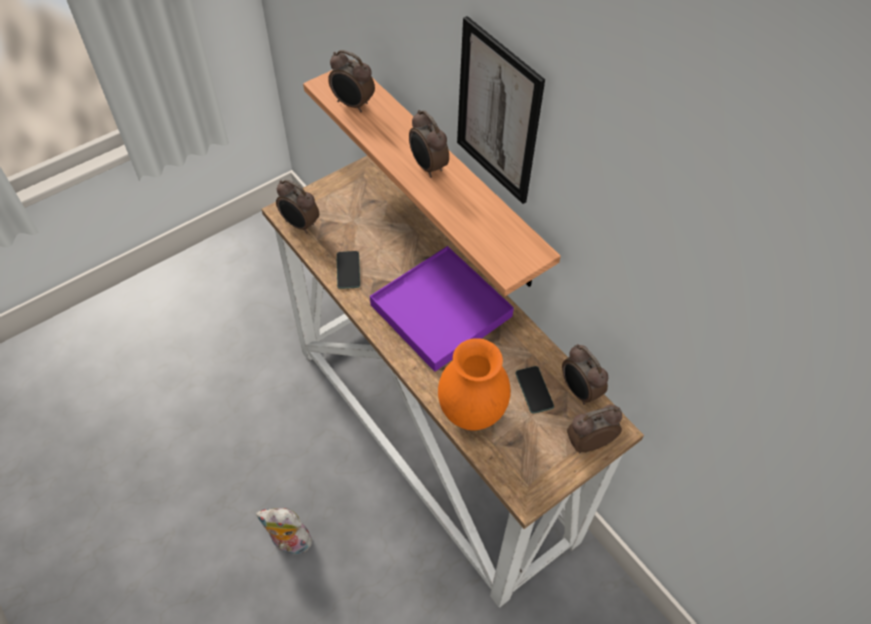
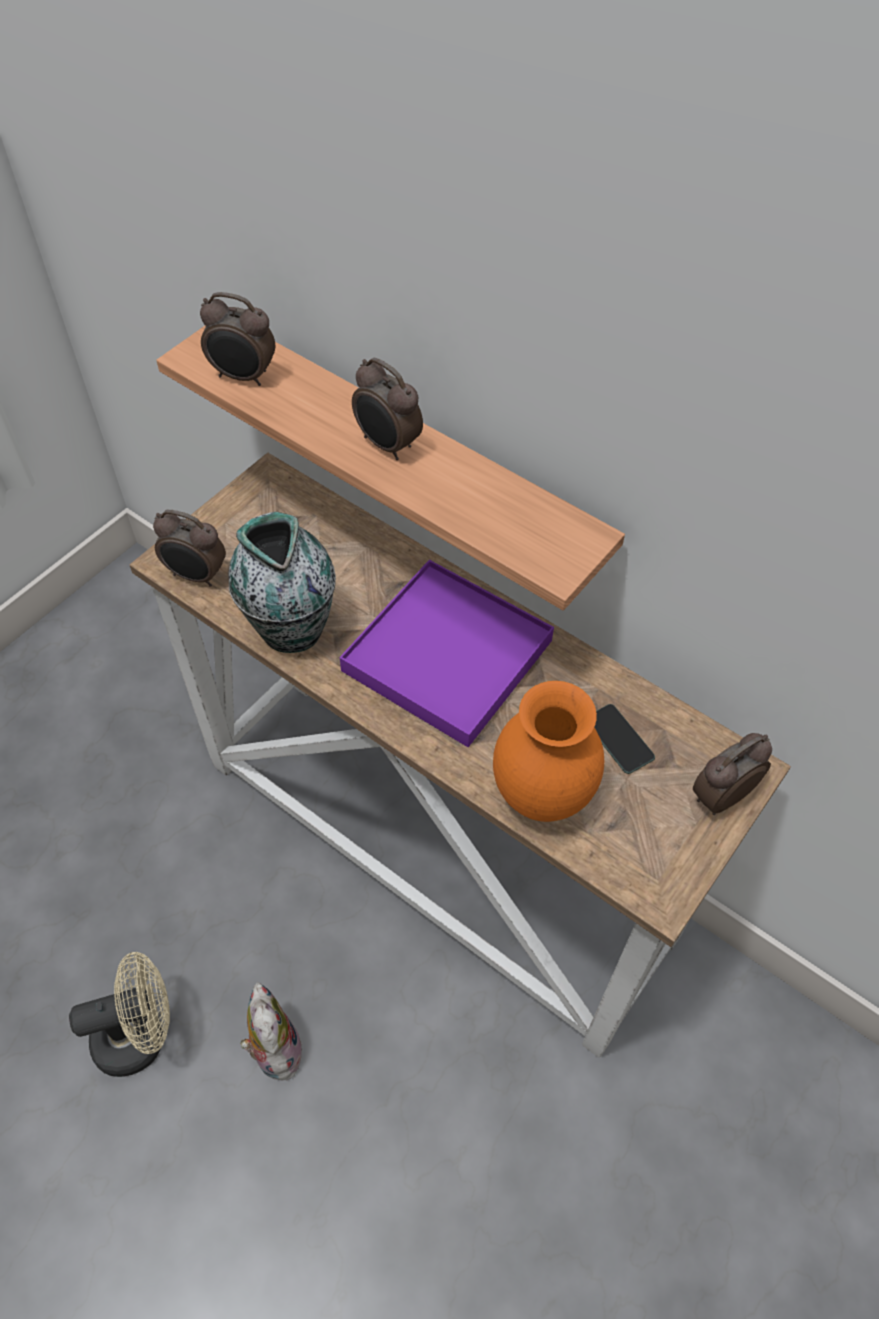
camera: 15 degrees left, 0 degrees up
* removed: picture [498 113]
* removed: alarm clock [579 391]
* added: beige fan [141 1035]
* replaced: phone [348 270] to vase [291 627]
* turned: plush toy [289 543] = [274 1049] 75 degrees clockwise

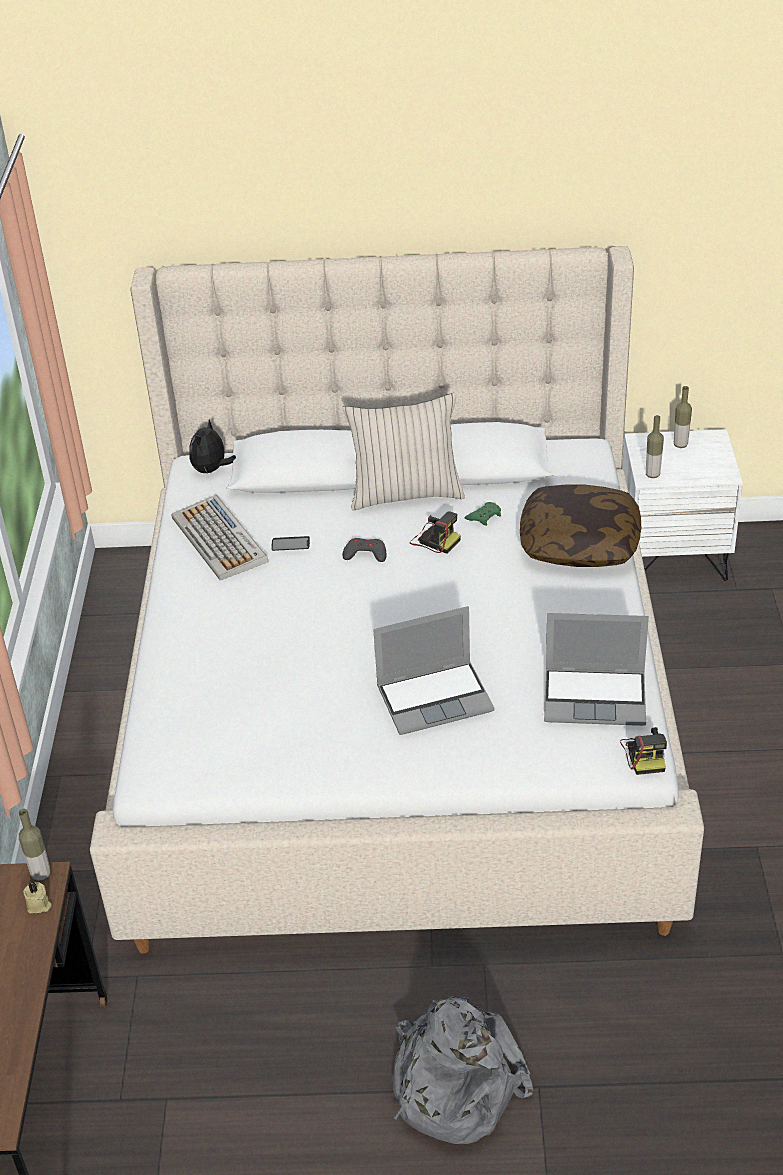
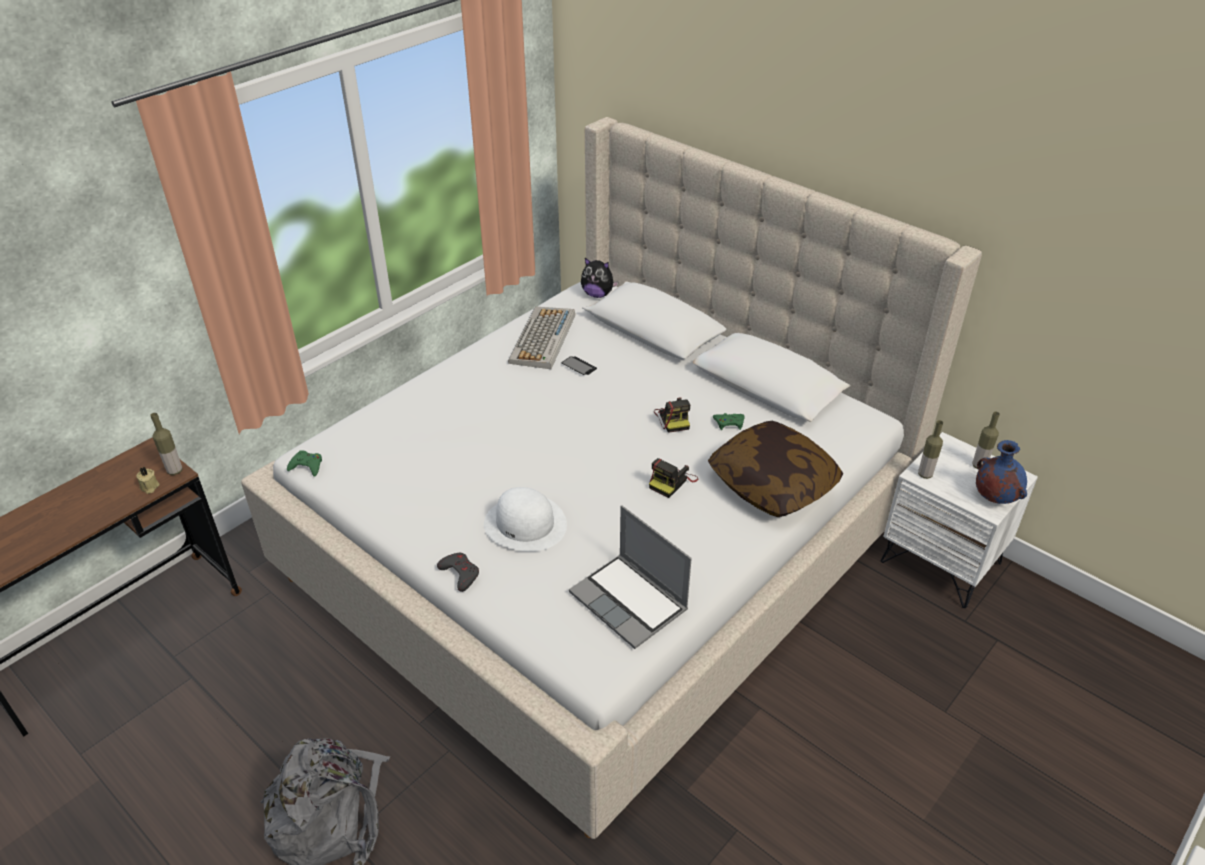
camera: 40 degrees right, 0 degrees up
* removed: beige pillow [406 494]
* added: green game controller [307 466]
* added: blue vase [994 497]
* moved: grey game controller [365 553] to [460 573]
* moved: photo camera [645 754] to [672 481]
* replaced: laptop [435 698] to white hat [525 524]
* turned: plush toy [211 470] = [598 294] 135 degrees counterclockwise

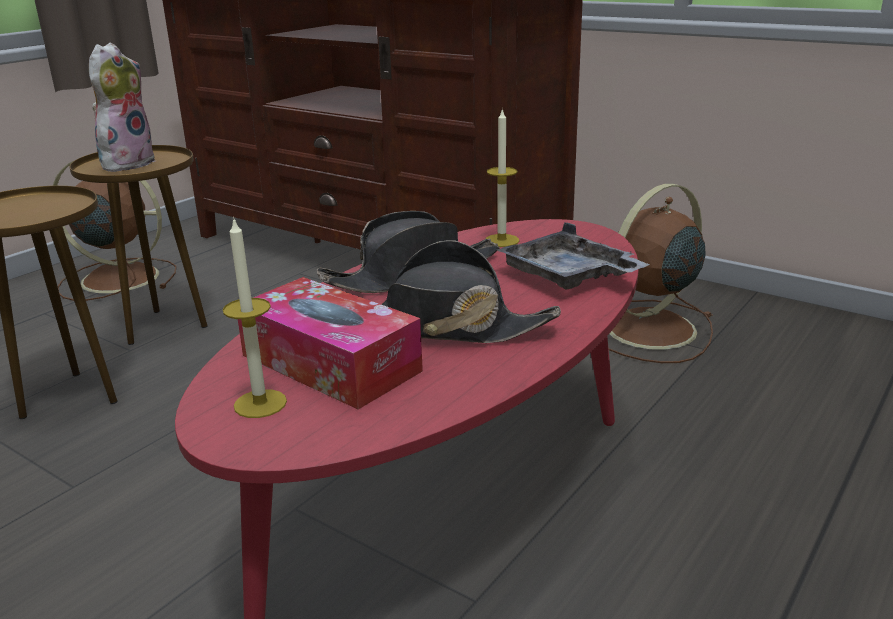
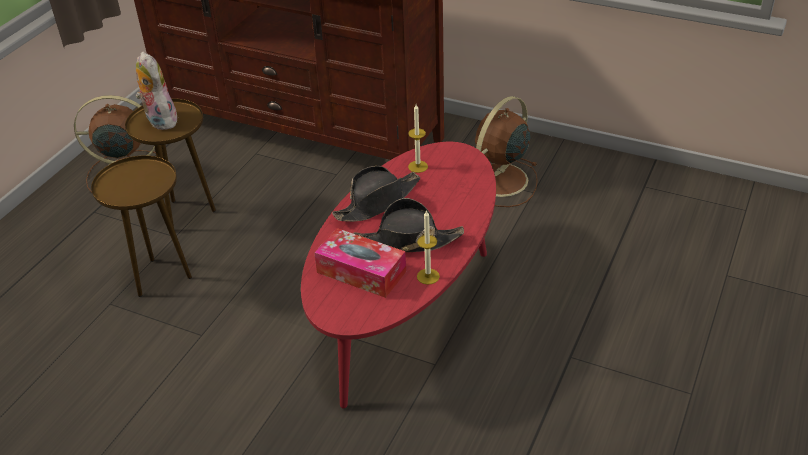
camera: 10 degrees left, 15 degrees up
* removed: grey tray [568 276]
* moved: candle [260 403] to [428 276]
* turned: plush toy [127 163] = [159 120] 45 degrees counterclockwise

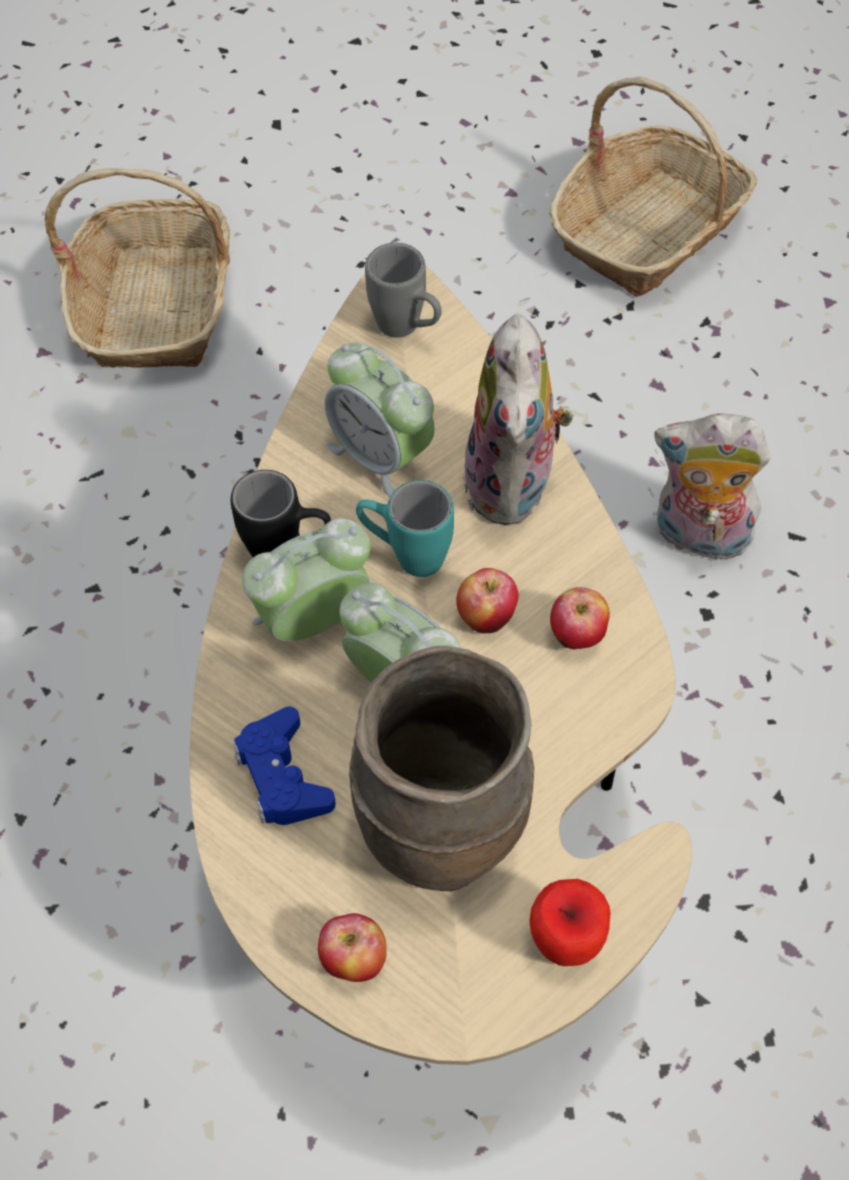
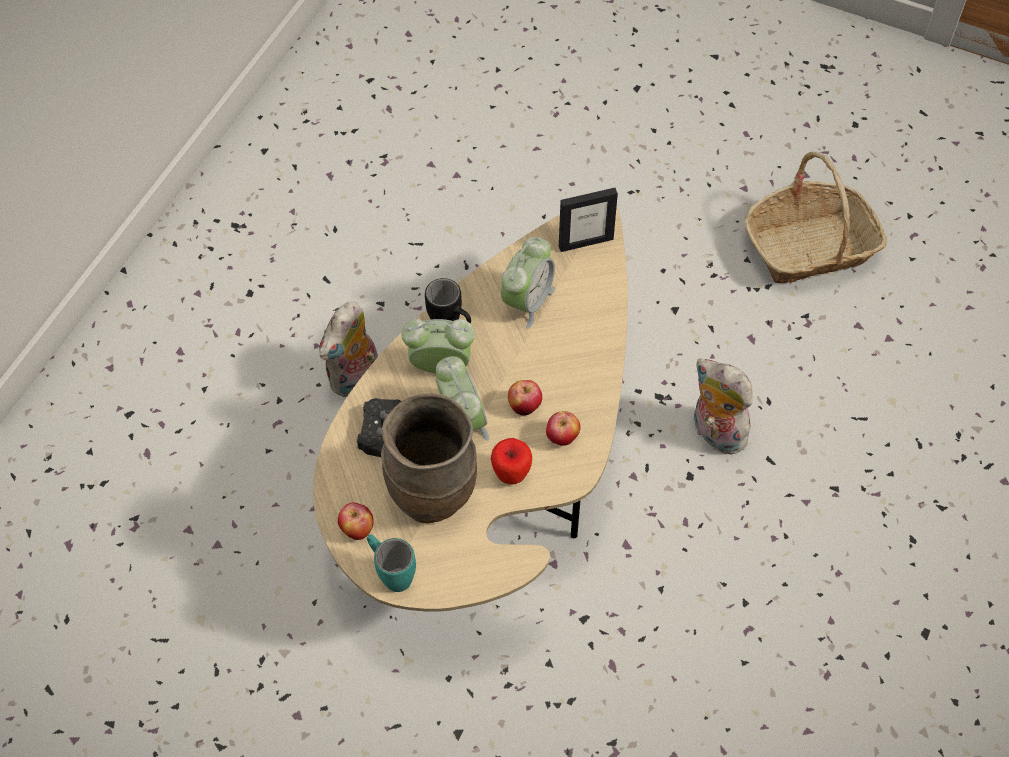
camera: 30 degrees right, 0 degrees up
* removed: basket [156 305]
* moved: turquoise mug [405 555] to [391 573]
* moved: plush toy [514 485] to [355 378]
* moved: apple [566 942] to [511 474]
* replaced: grey mug [408 330] to picture frame [585 242]
* recoloured: blue game controller [283 776] to black game controller [380 431]
* turned: alarm clock [381 456] = [527 301] 135 degrees counterclockwise

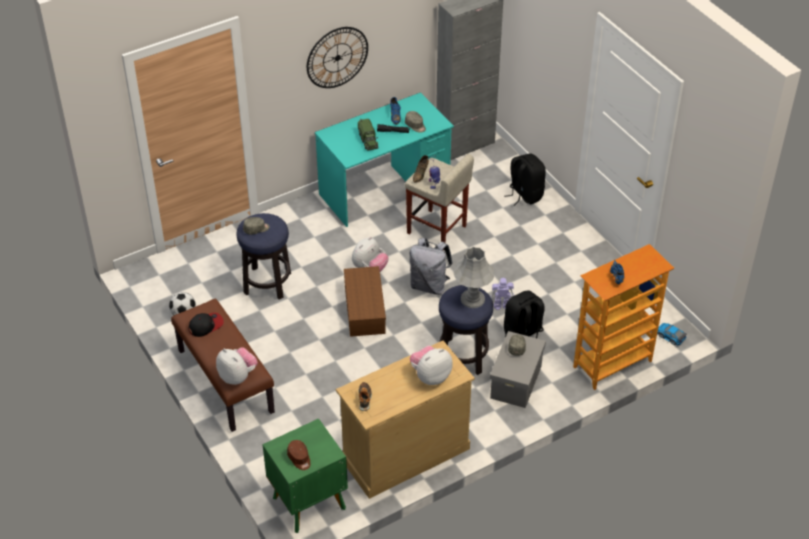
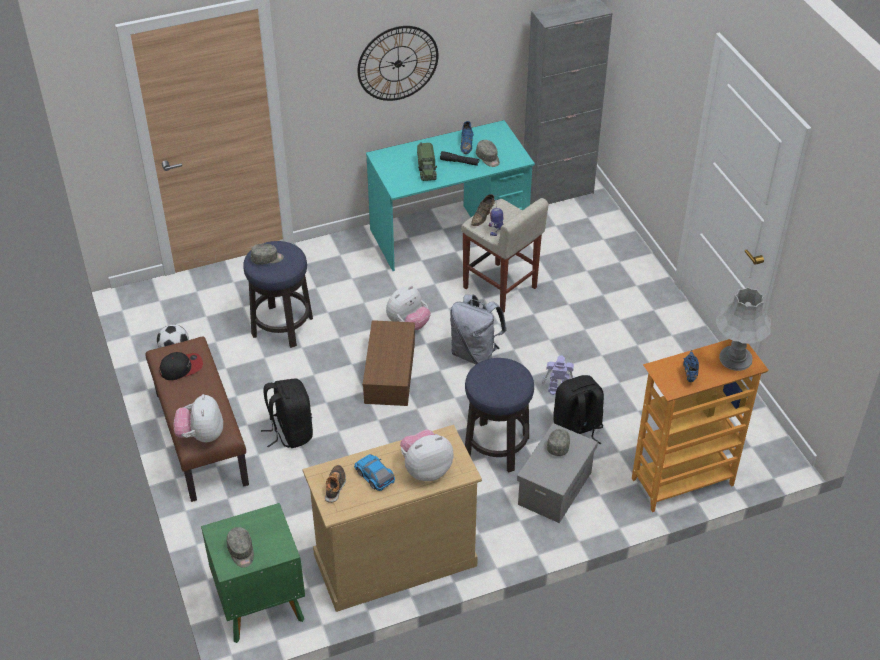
camera: 10 degrees right, 0 degrees up
* moved: grey table lamp [472 299] to [735 359]
* moved: black backpack [524 195] to [290 432]
* moved: toy car [669 336] to [374 475]
* recoloured: brown cap [299 458] to grey cap [241 551]
* turned: plush toy [238 376] = [201 435] 150 degrees counterclockwise

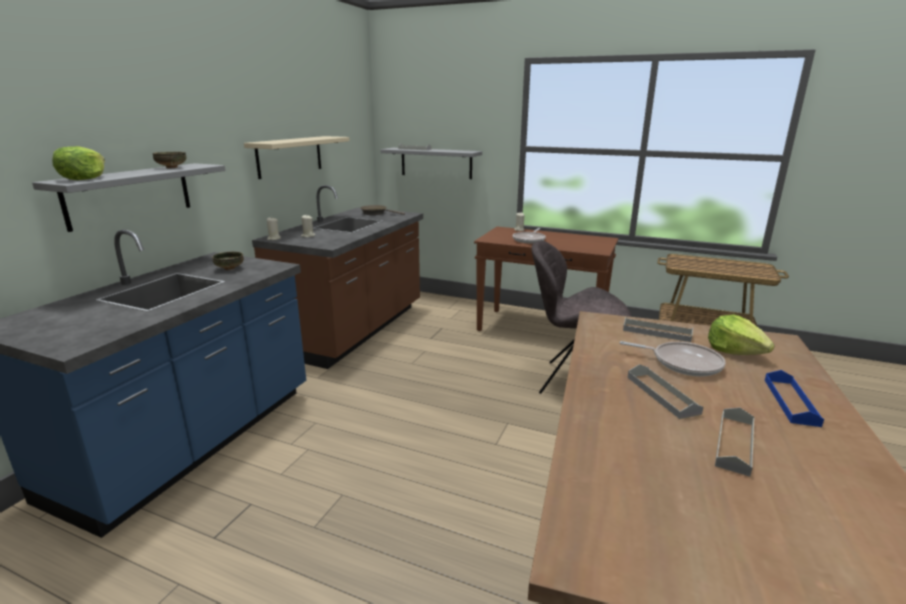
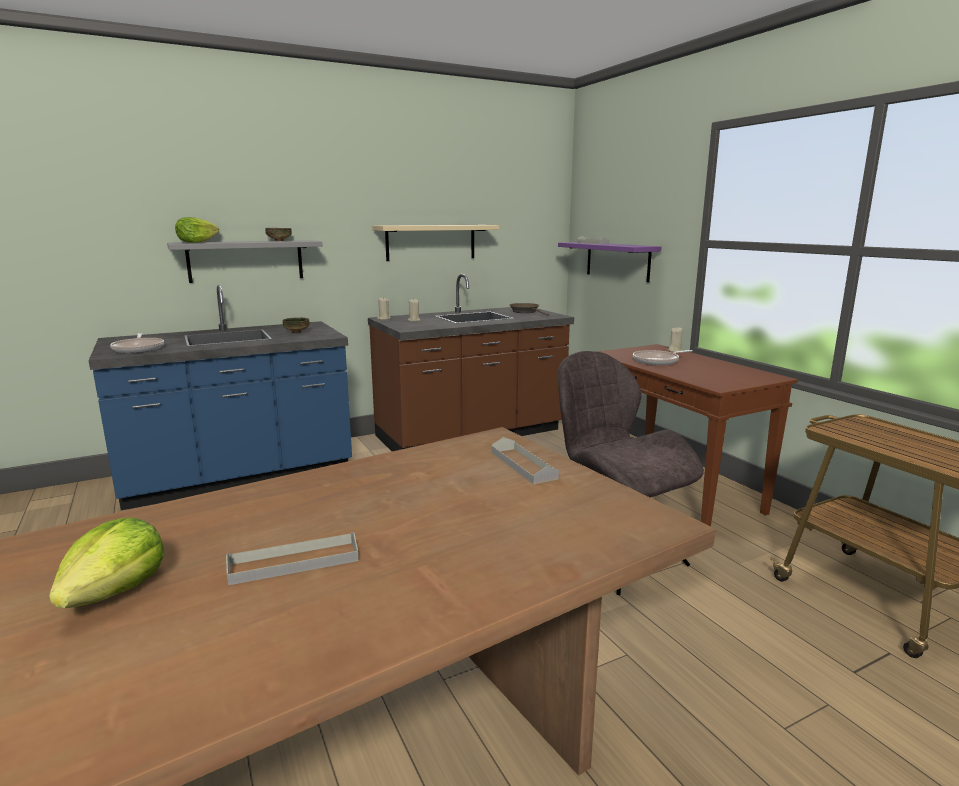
camera: 40 degrees right, 5 degrees down
* removed: grey tray [662 395]
* removed: blue tray [790 401]
* moved: frying pan [682 363] to [139 348]
* moved: lettuce [734 351] to [116 591]
* recoloured: grey shelf [436 163] to purple shelf [617 261]

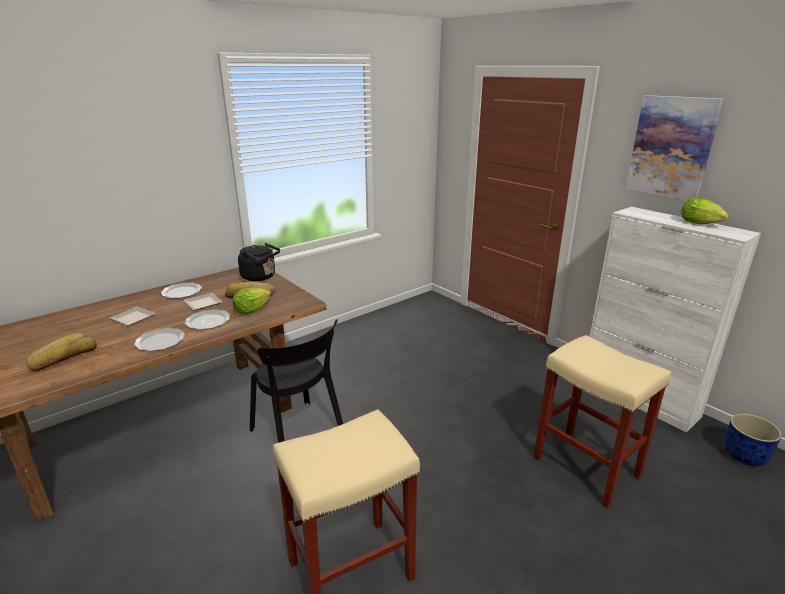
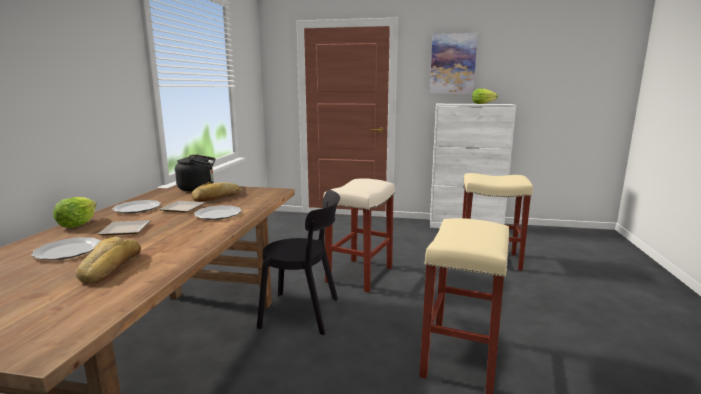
camera: 40 degrees left, 10 degrees down
* removed: blue planter [745 456]
* added: beige stool [360 274]
* moved: plate [160 342] to [69 251]
* moved: lettuce [251 310] to [77 224]

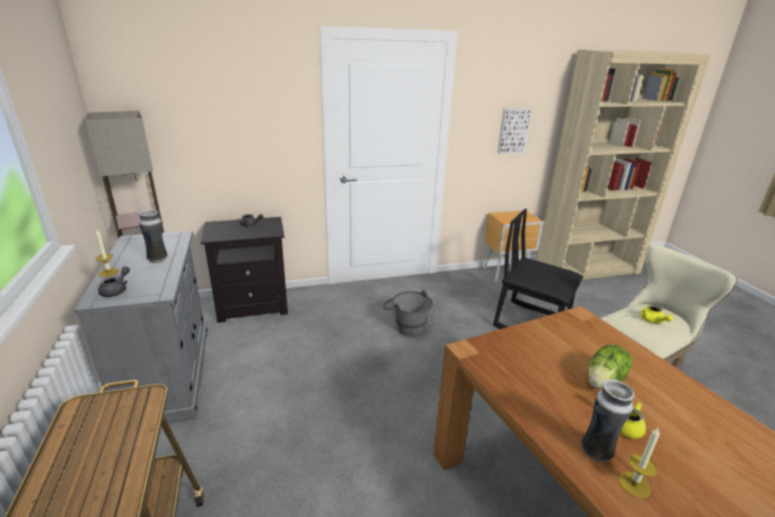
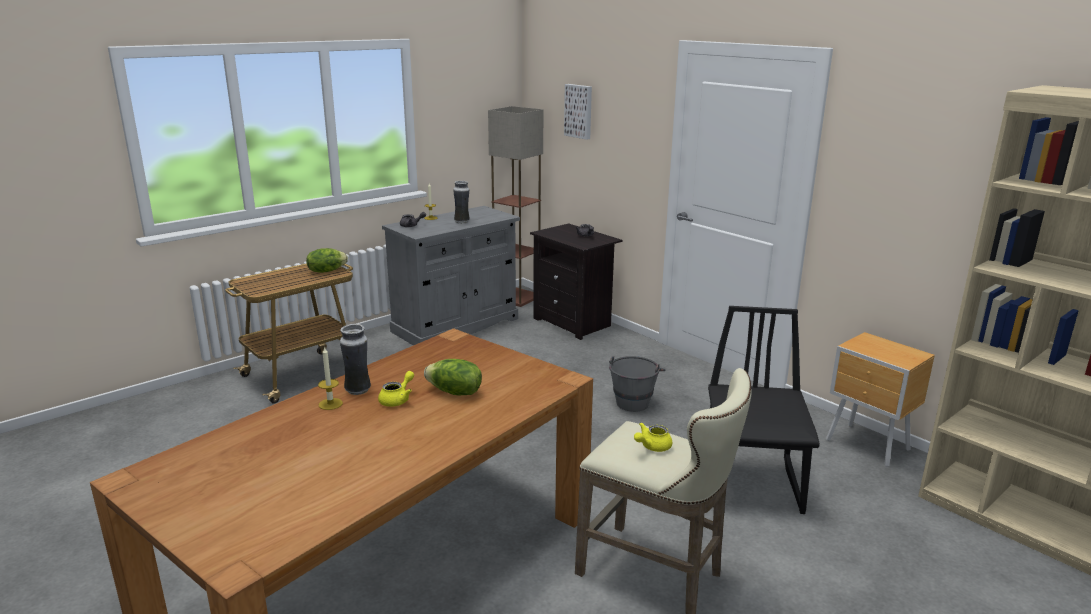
camera: 65 degrees right, 5 degrees down
* added: lettuce [326 271]
* moved: picture [513 130] to [579 111]

